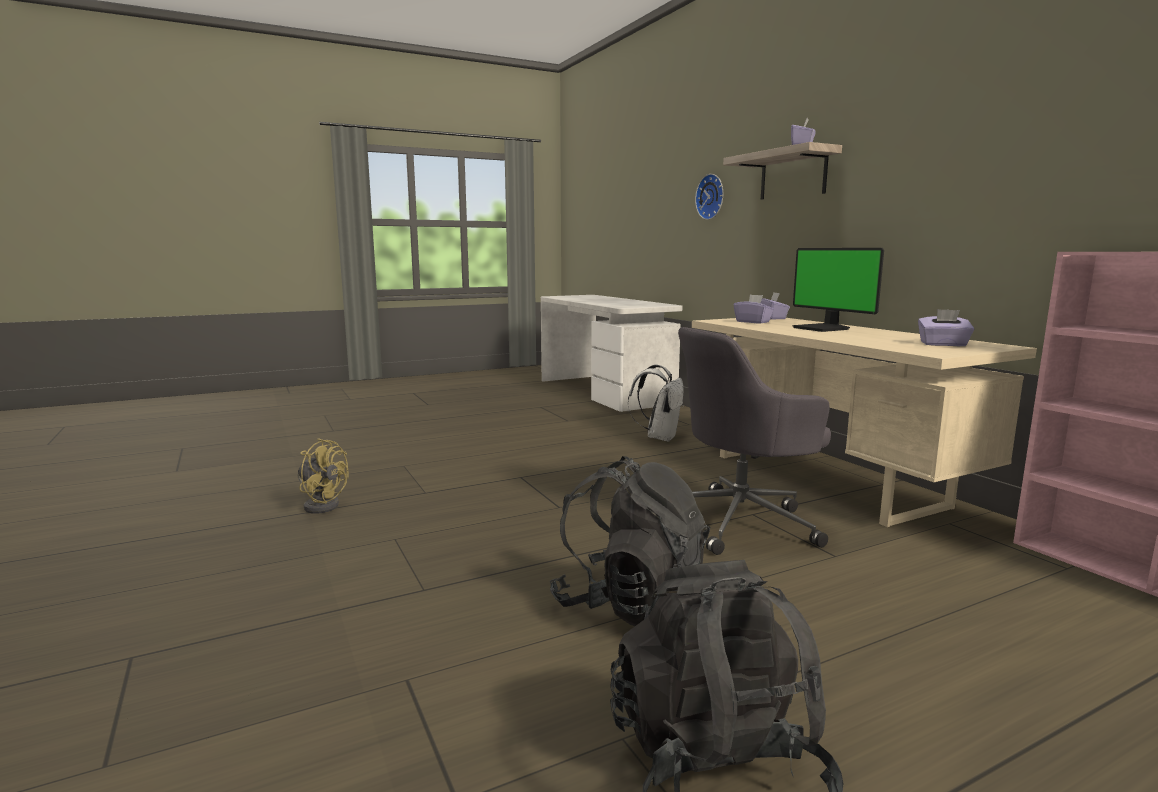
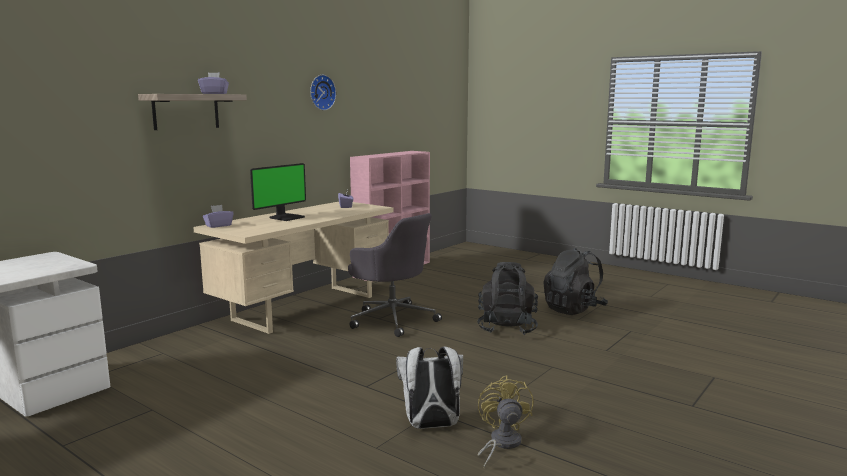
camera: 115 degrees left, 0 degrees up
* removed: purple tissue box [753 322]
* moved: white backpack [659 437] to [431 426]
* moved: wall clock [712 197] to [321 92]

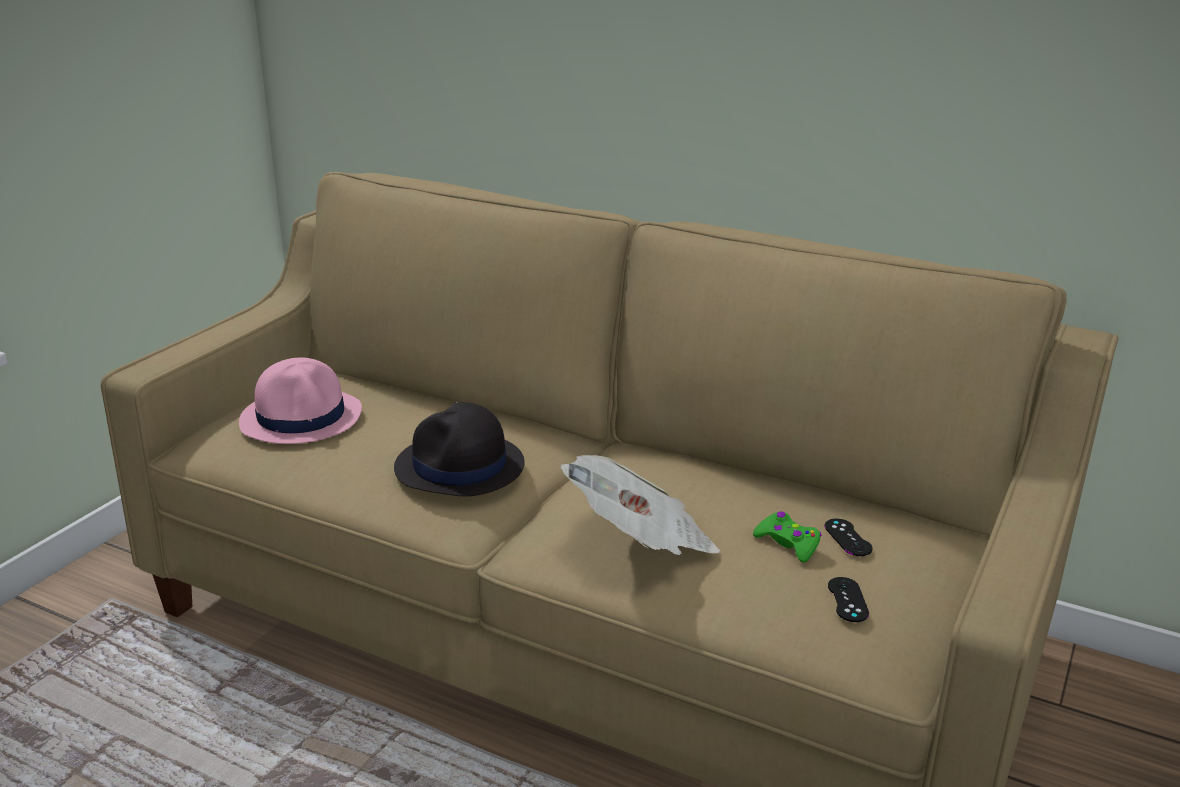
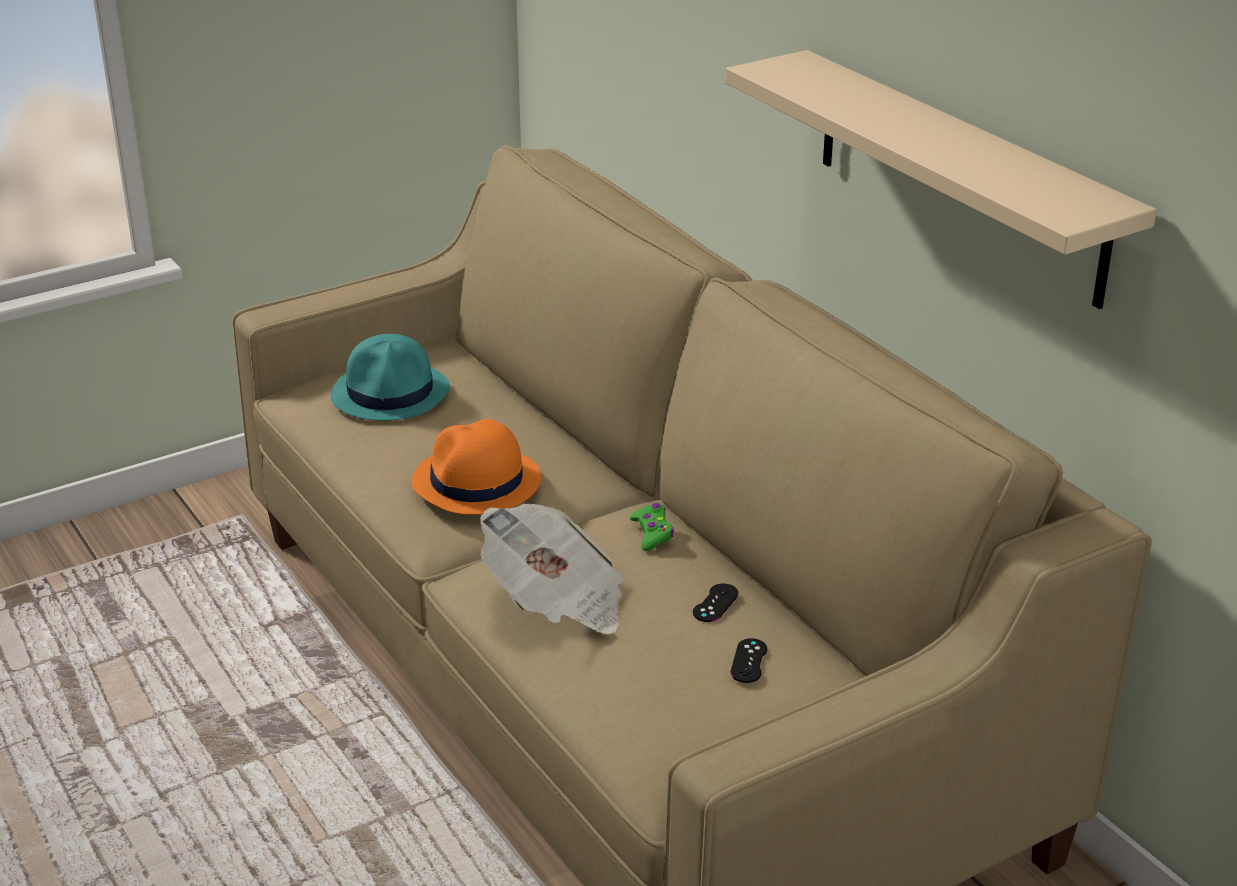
camera: 30 degrees right, 5 degrees up
* added: beige shelf [958 176]
* moved: green game controller [788 543] to [652 533]
* moved: black game controller [847 600] to [715 603]
* recoloured: pink hat [302 418] to turquoise hat [391 393]
* recoloured: black hat [459 467] to orange hat [476 483]

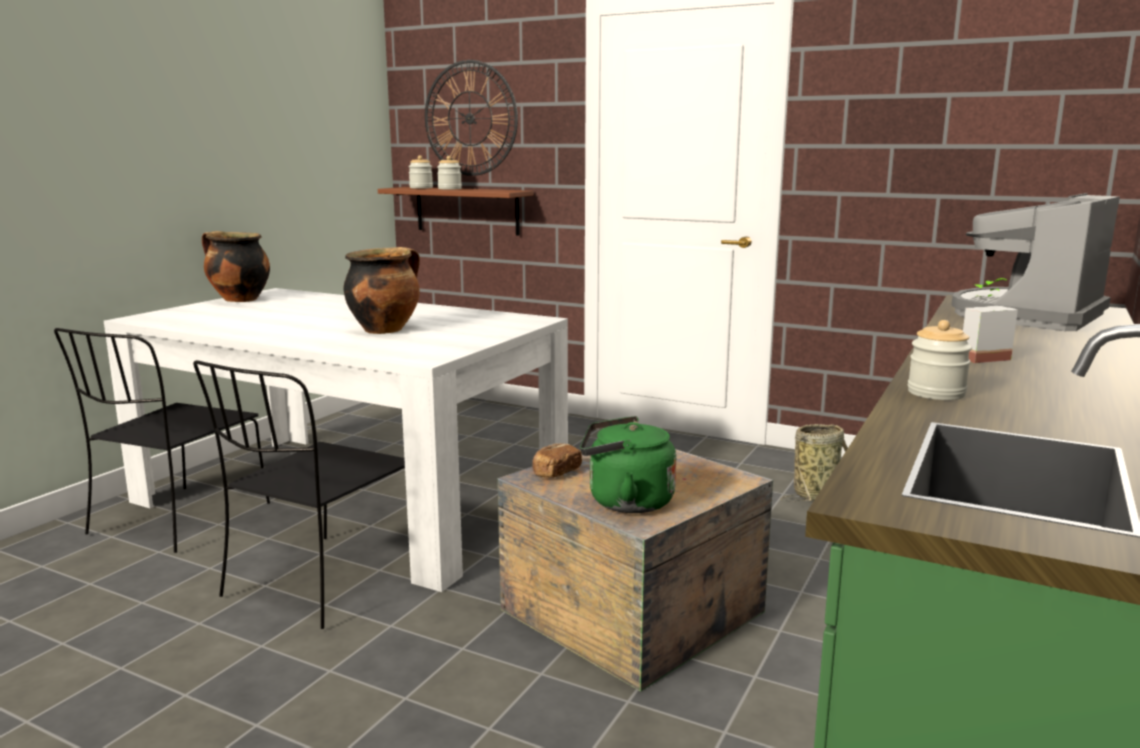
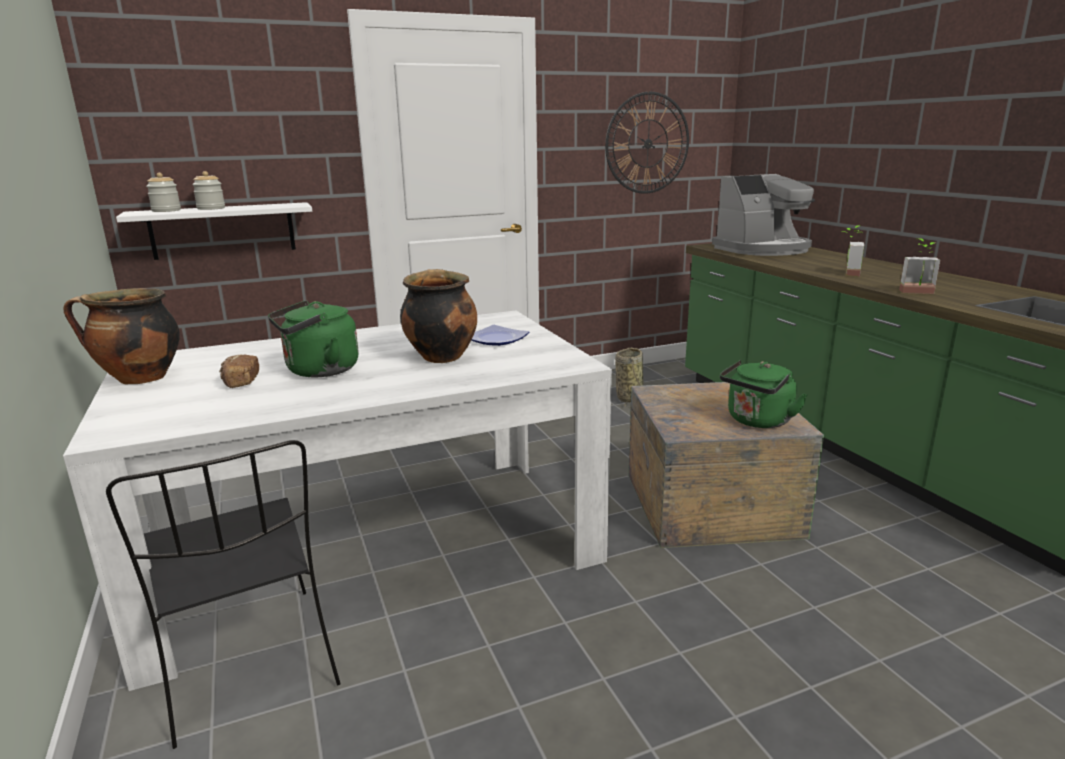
camera: 50 degrees left, 5 degrees up
* removed: black chair [321 582]
* added: green kettle [318 371]
* added: plate [496 339]
* moved: wall clock [470 118] to [647 143]
* moved: bread [555 472] to [240 382]
* replaced: jar [936 393] to potted plant [918 293]
* recoloured: brown shelf [467 210] to white shelf [223 230]
* turned: coffee machine [1028 316] = [763 249] 105 degrees counterclockwise

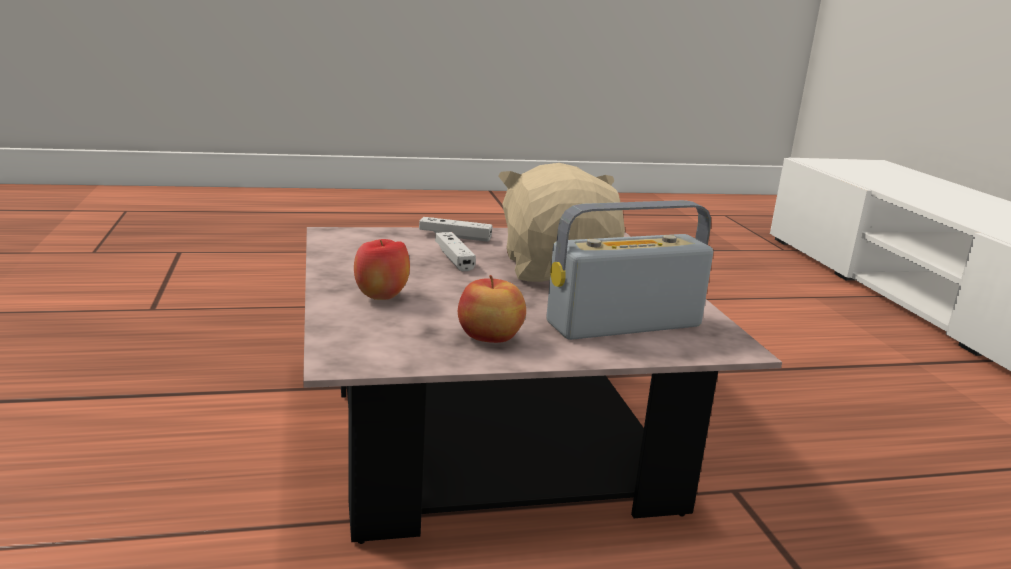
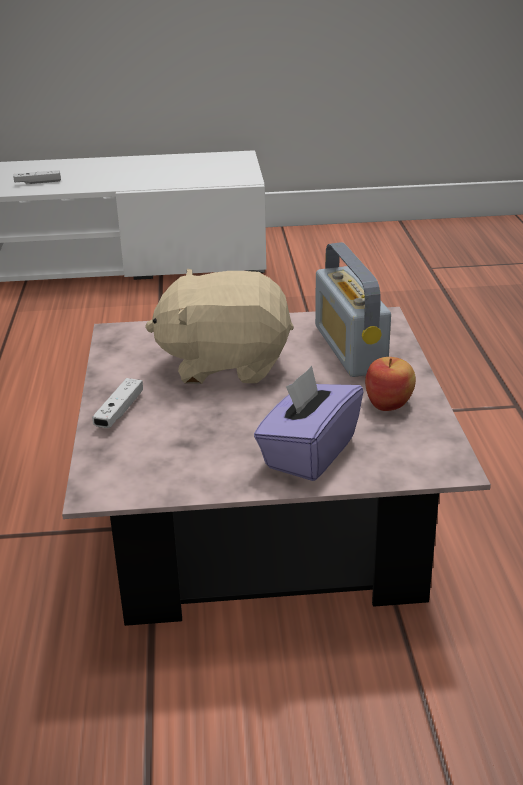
camera: 80 degrees left, 10 degrees up
* moved: white game controller [454 259] to [38 182]
* replaced: apple [381 297] to purple tissue box [308 453]

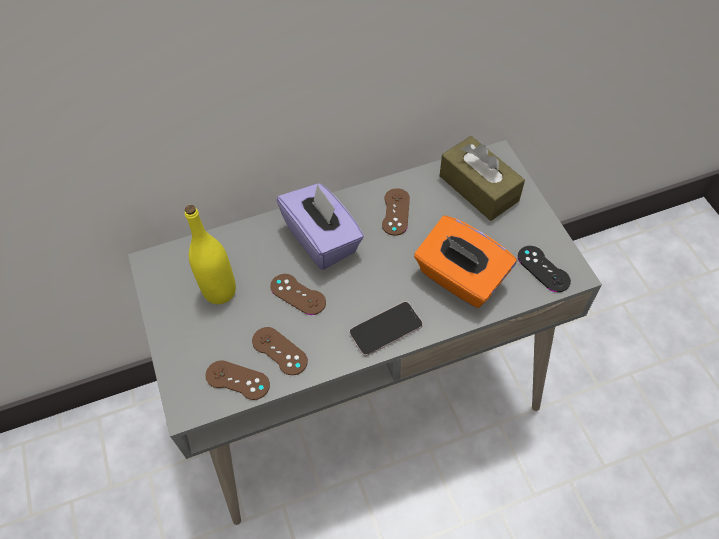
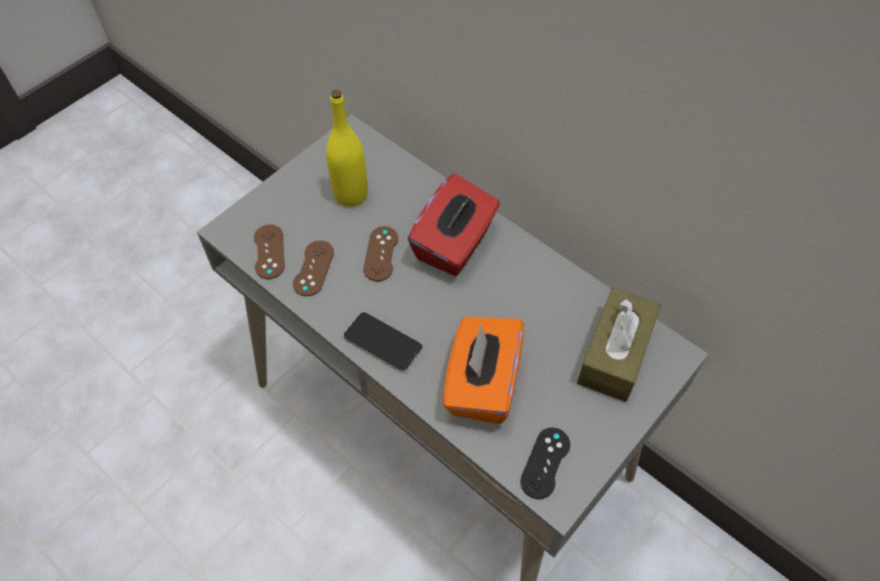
camera: 60 degrees right, 0 degrees up
* removed: brown game controller [395 212]
* recoloured: purple tissue box [322 239] to red tissue box [454 244]

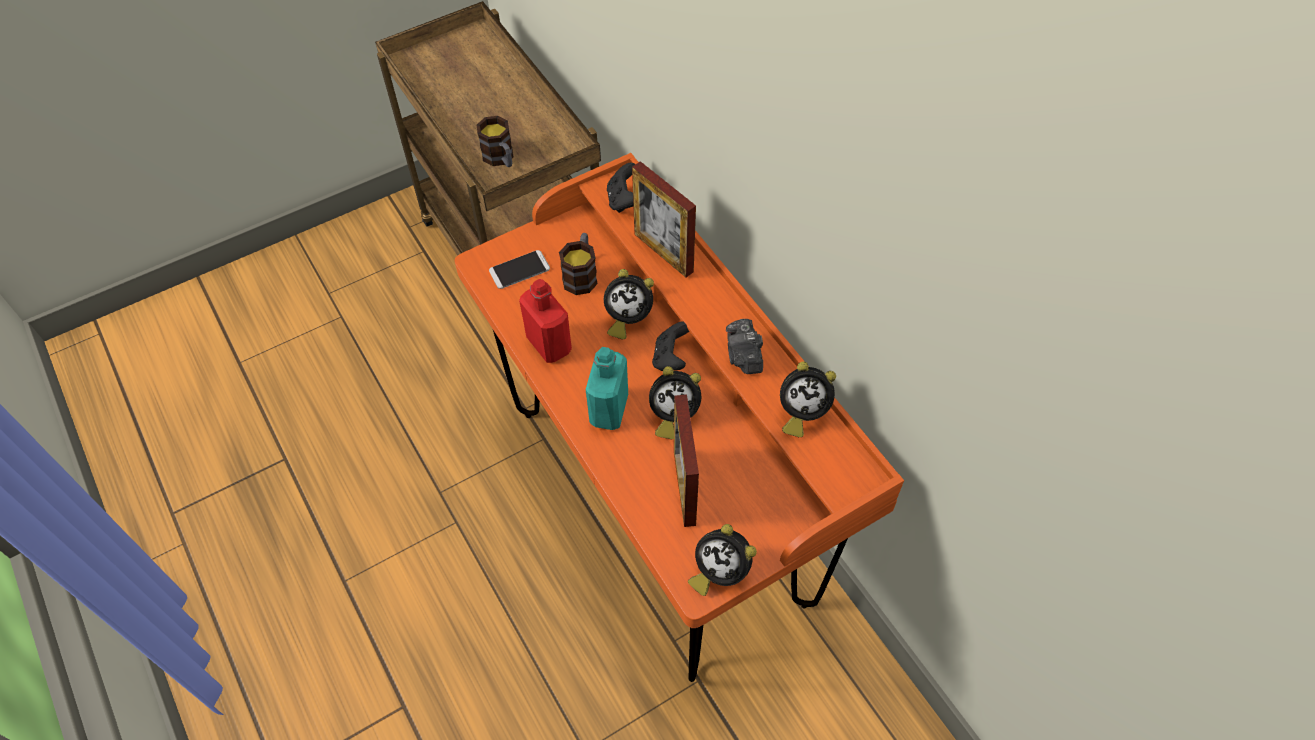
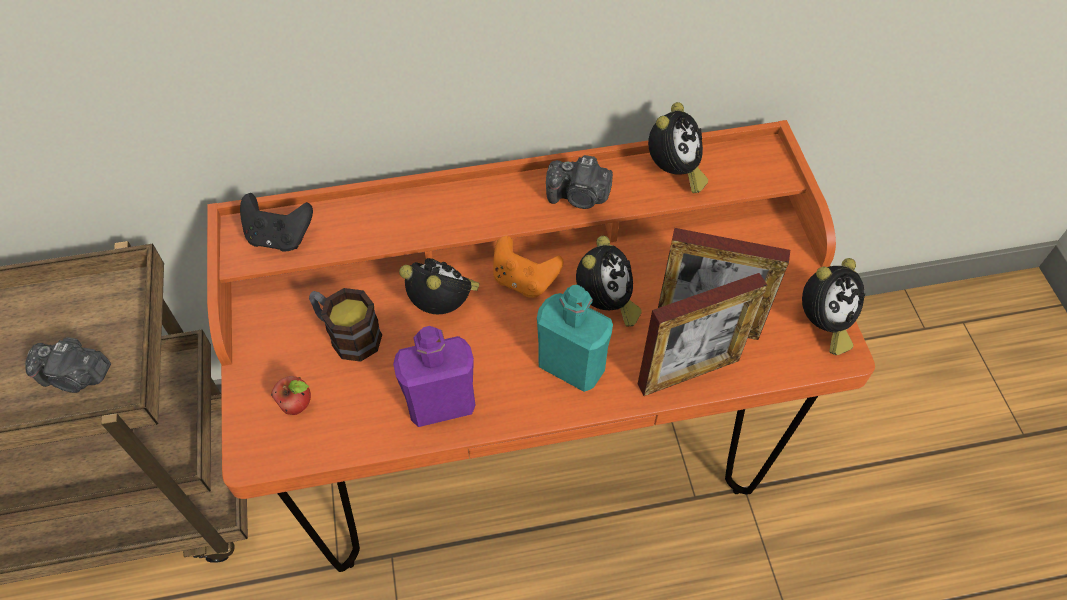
camera: 70 degrees left, 0 degrees up
* moved: picture frame [663 253] to [688 372]
* replaced: mug [501 159] to photo camera [76 376]
* replaced: phone [519 270] to apple [298 405]
* recoloured: red bottle [549 344] to purple bottle [441 404]
* recoloured: black game controller [671 358] to orange game controller [524 280]
* turned: alarm clock [627 319] = [444 306] 90 degrees counterclockwise

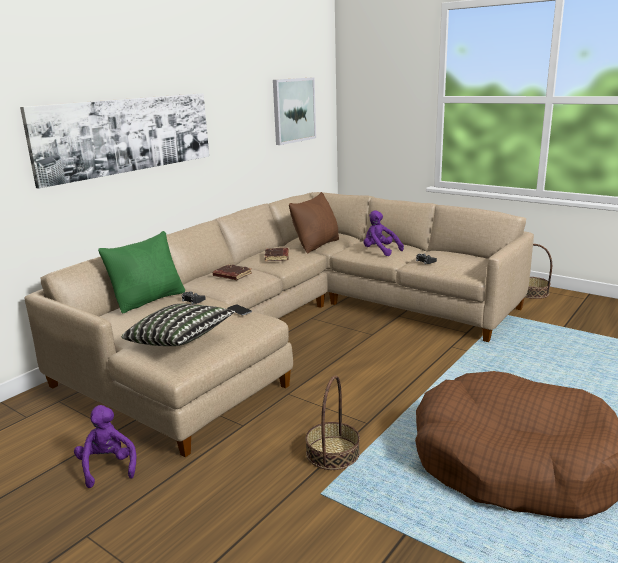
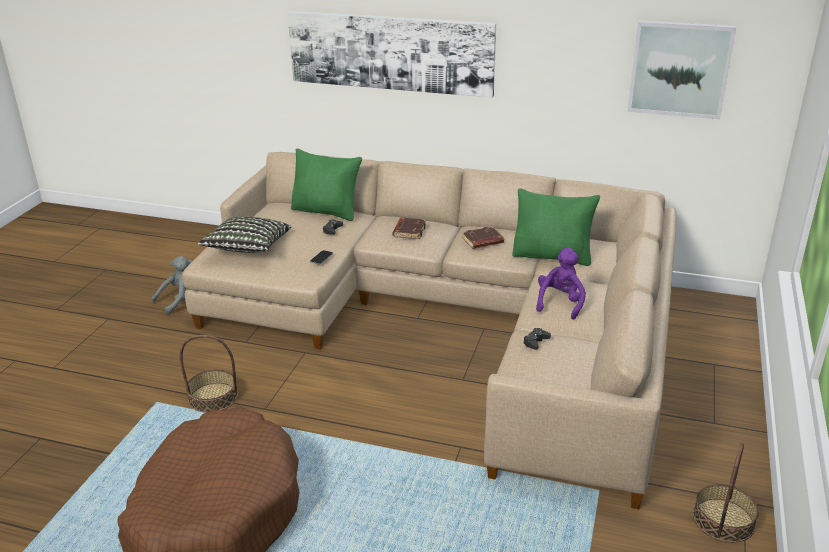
camera: 70 degrees right, 10 degrees up
* recoloured: purple plush toy [108 467] to grey plush toy [179 301]
* recoloured: brown pillow [316 245] to green pillow [552 256]

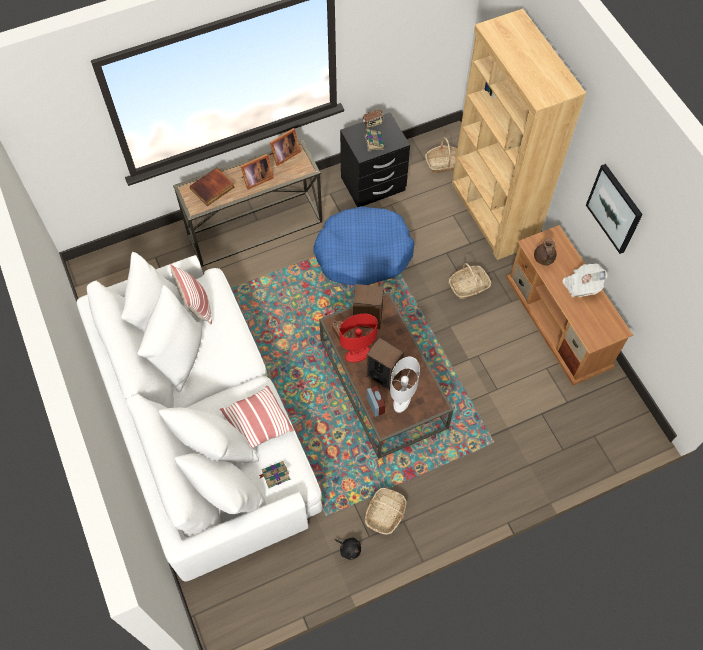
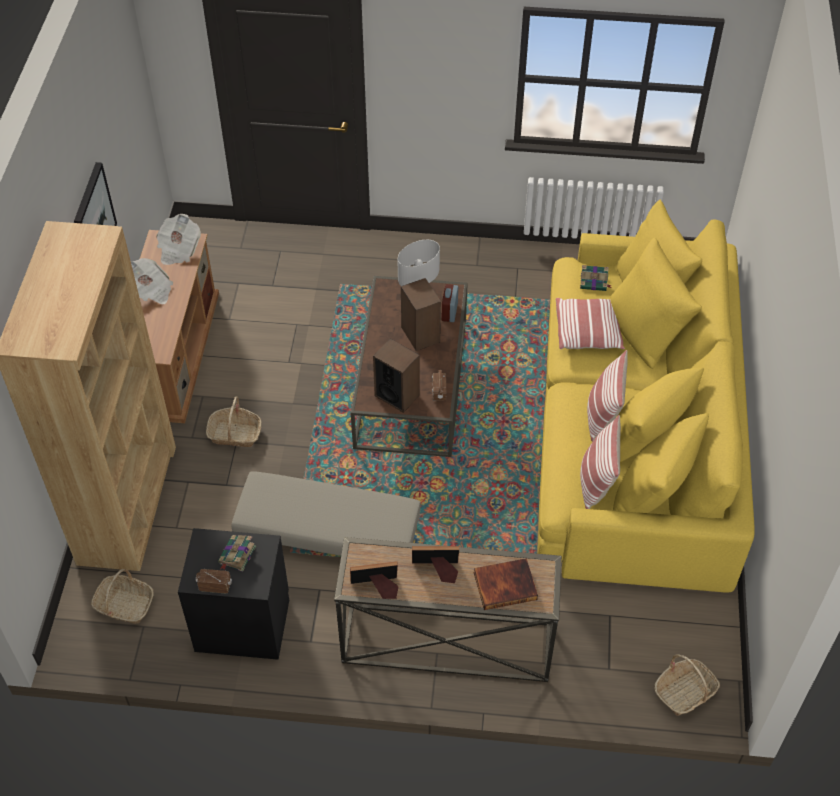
camera: 150 degrees left, 10 degrees down
* removed: black plush toy [349 549]
* removed: red table lamp [358 355]
* removed: brown teapot [543 259]
* added: newspaper [178 249]
* added: pillow [602 415]
* moved: basket [385 514] to [684 692]
* replaced: blue dog bed [363 253] to beige ottoman [328 534]
* recoloured: white sofa [204 423] to yellow sofa [635 433]

